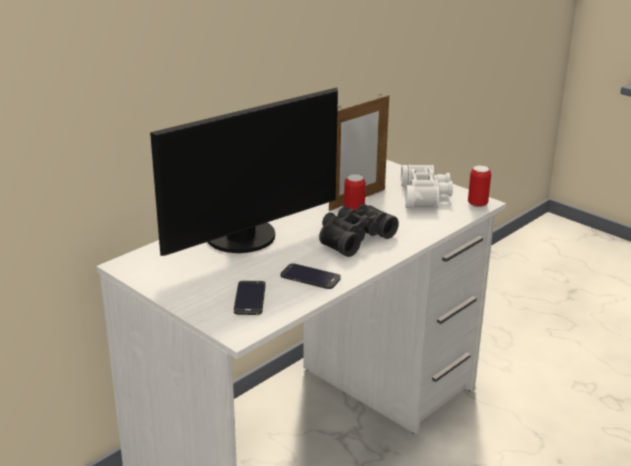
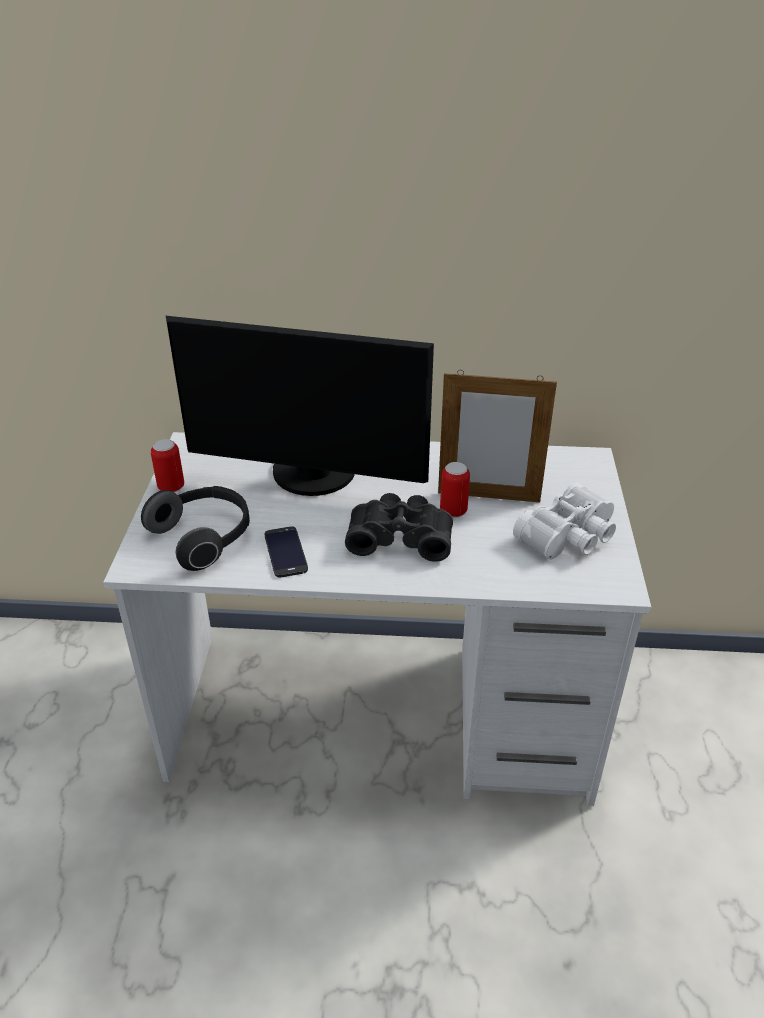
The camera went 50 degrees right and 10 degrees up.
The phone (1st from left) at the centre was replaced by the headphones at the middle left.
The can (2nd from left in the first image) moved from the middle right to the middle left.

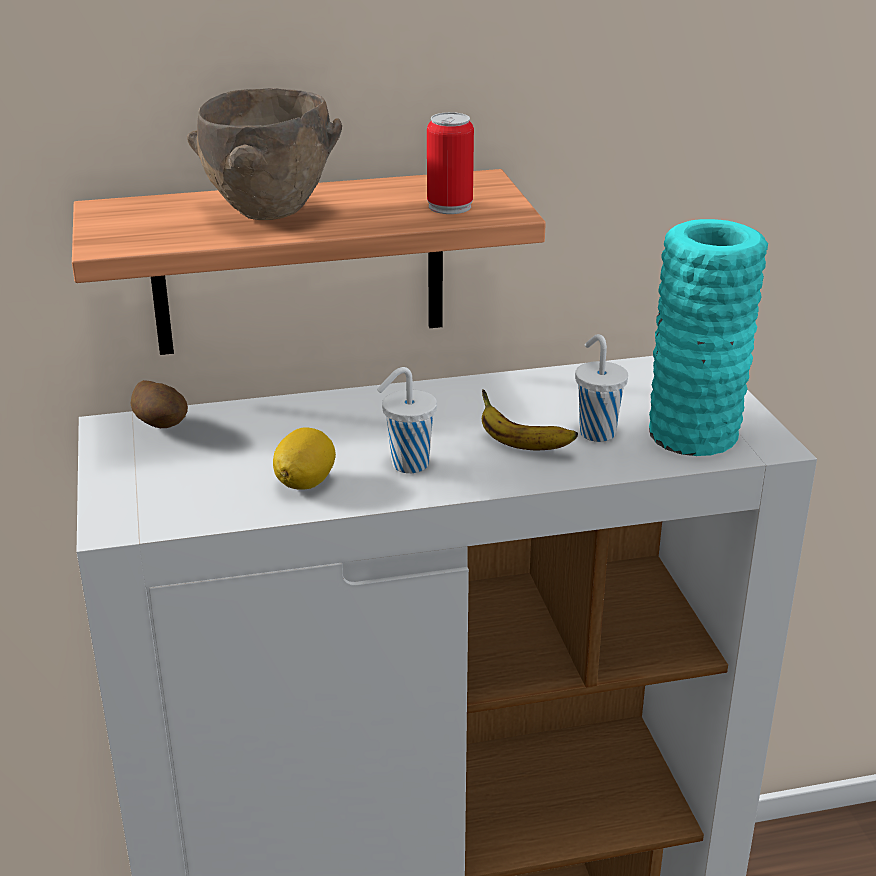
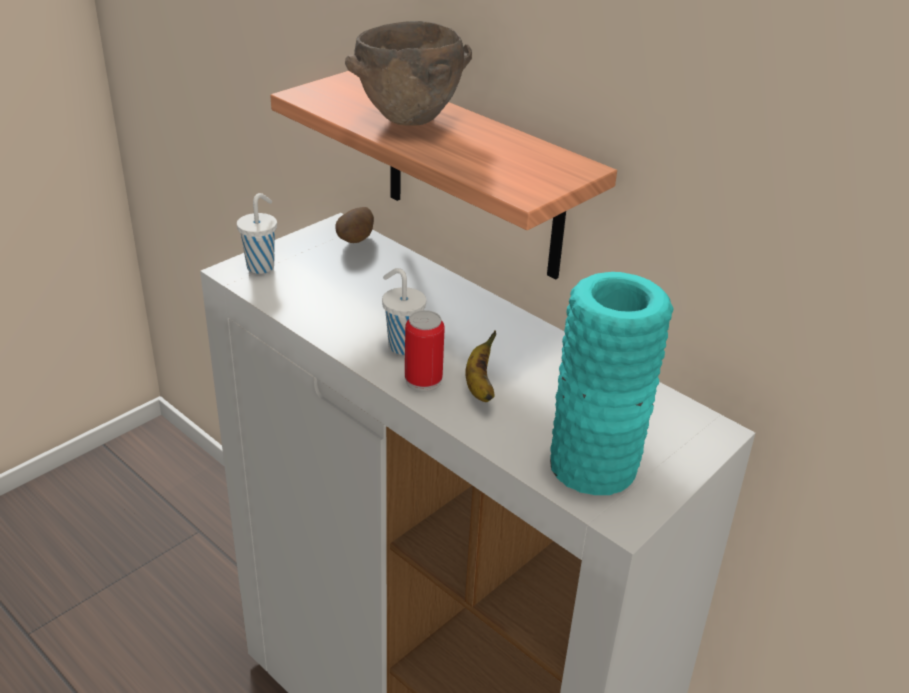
The camera went 55 degrees right and 5 degrees up.
The lemon at the centre disappeared.
The can moved from the top centre to the centre.
The white_cup (2nd from left in the first image) moved from the middle right to the middle left.

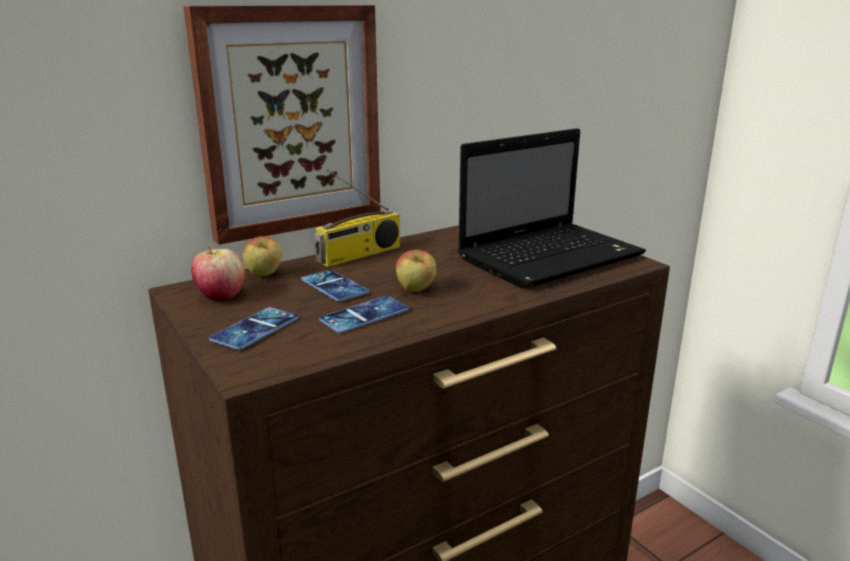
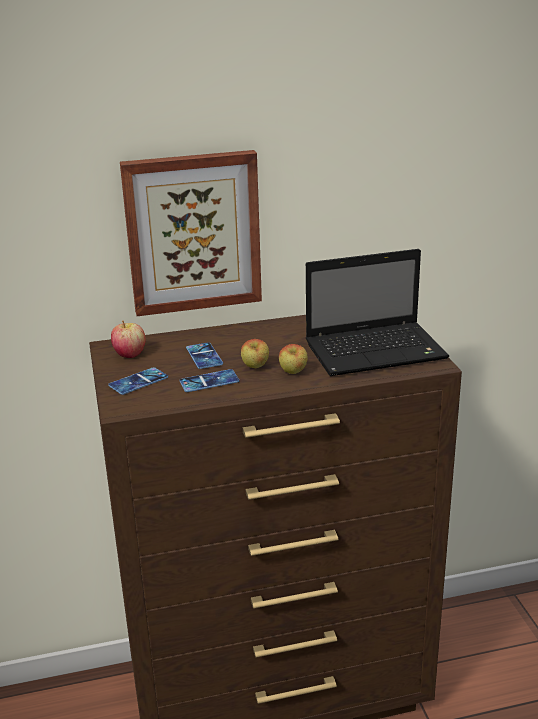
The camera went 20 degrees right and 5 degrees up.
The apple (2nd from left in the first image) moved from the middle left to the centre.
The radio at the centre disappeared.

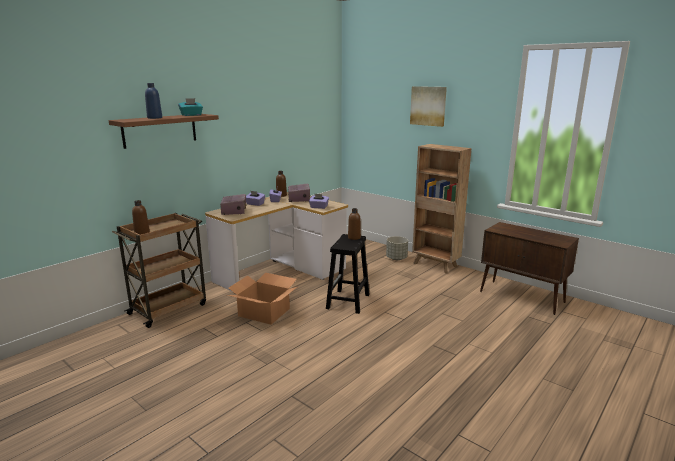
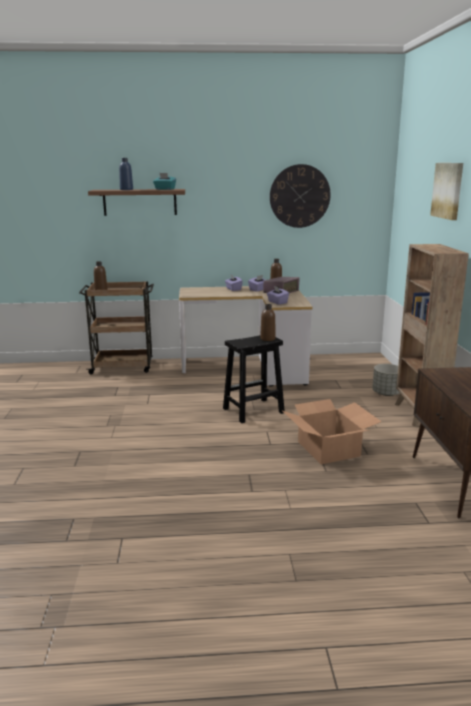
The camera went 45 degrees right and 0 degrees up.
The radio (1st from left) at the centre disappeared.
The cardboard_box moved from the centre to the middle right.
The wall_clock at the top centre appeared.

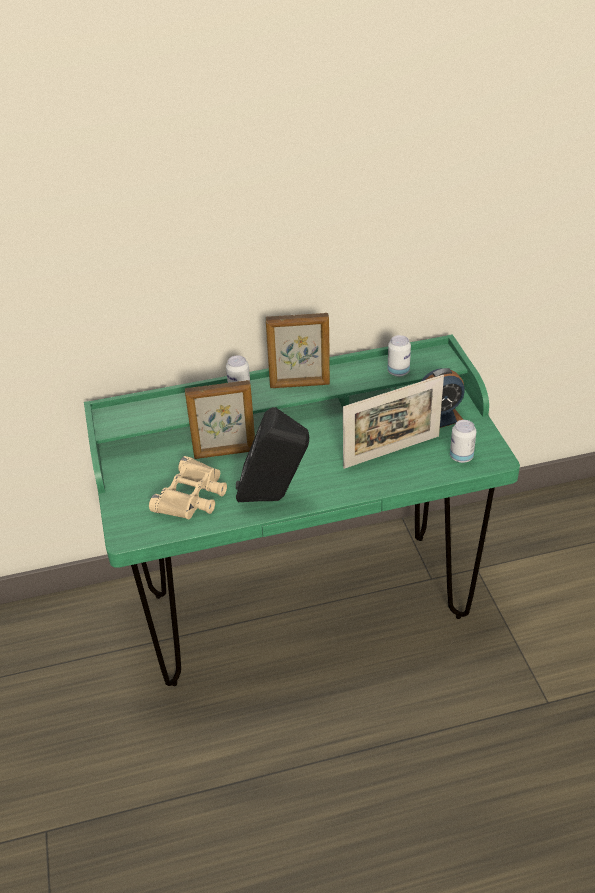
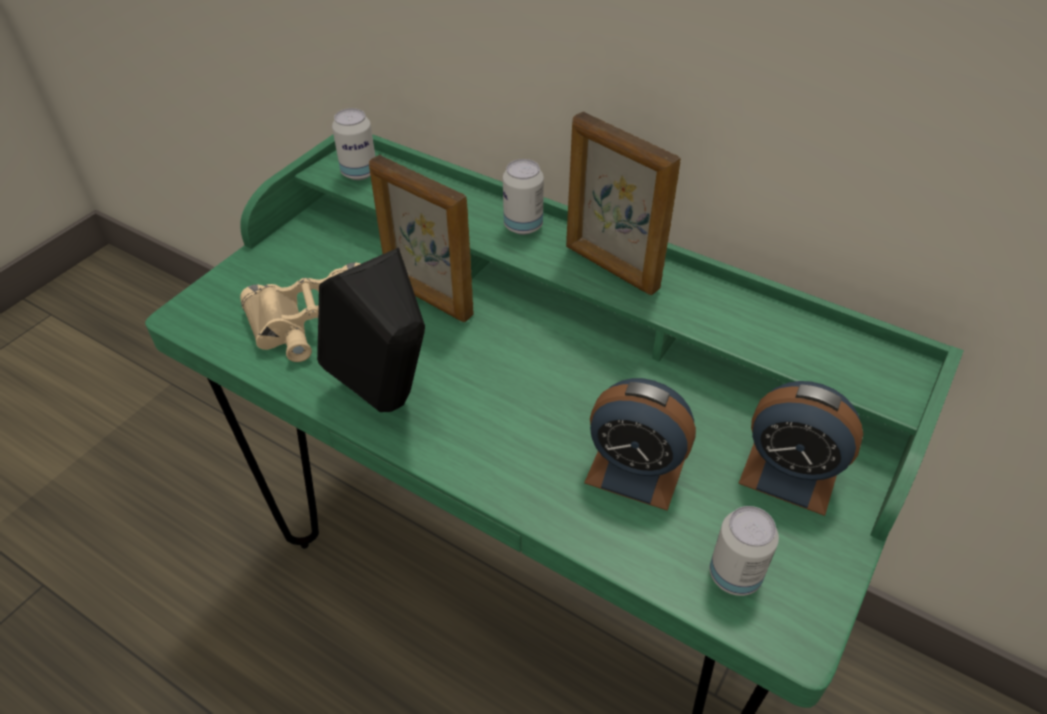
The camera went 45 degrees right and 5 degrees up.
The picture_frame (3rd from left) at the centre was replaced by the alarm_clock (1st from left) at the centre.
The can (2nd from left in the first image) moved from the middle right to the top centre.

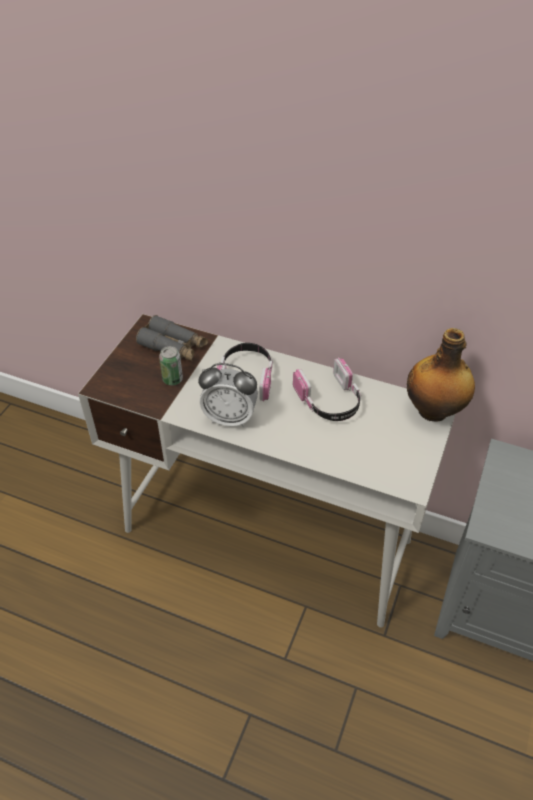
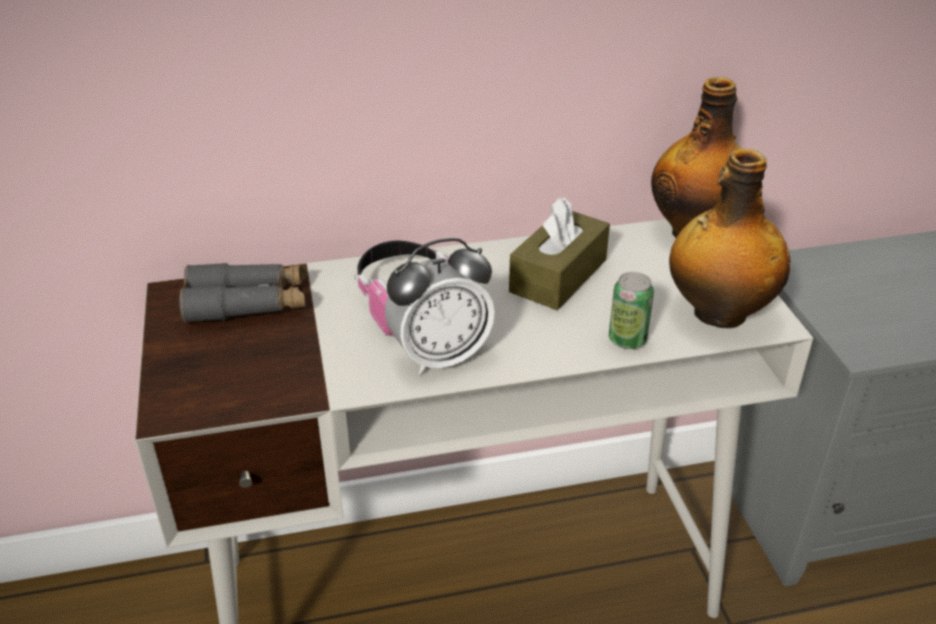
The camera went 35 degrees left and 10 degrees down.
The can moved from the middle left to the middle right.
The headphones (2nd from left) at the centre was replaced by the brown_tissue_box at the centre.
The bottle (2nd from left) at the middle right appeared.

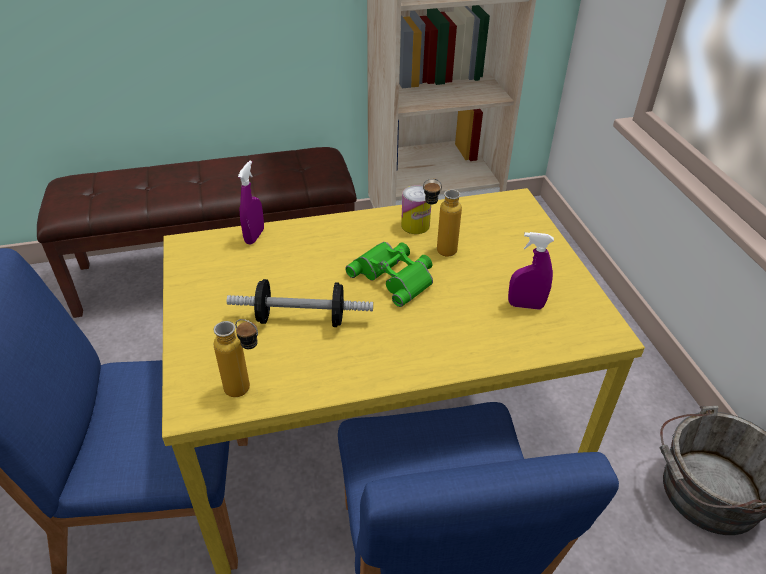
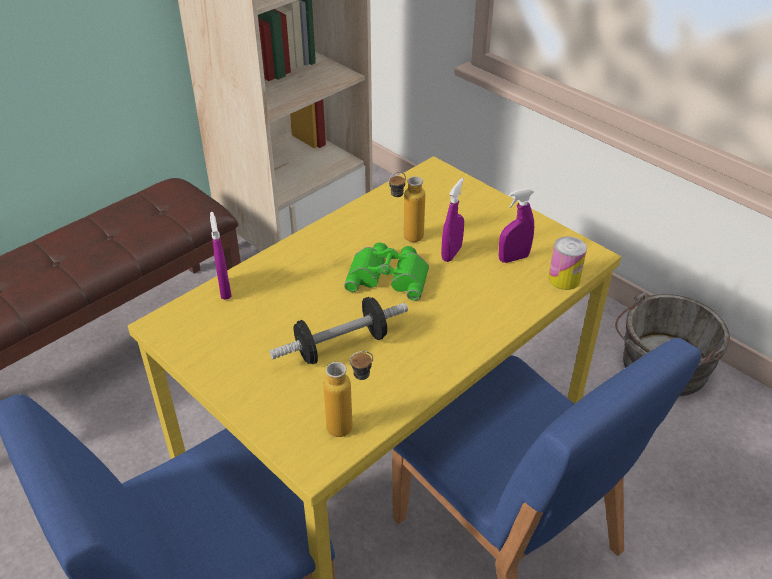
The camera went 30 degrees left and 0 degrees up.
The can moved from the centre to the middle right.
The purple_spray_bottle (2nd from left) at the centre appeared.

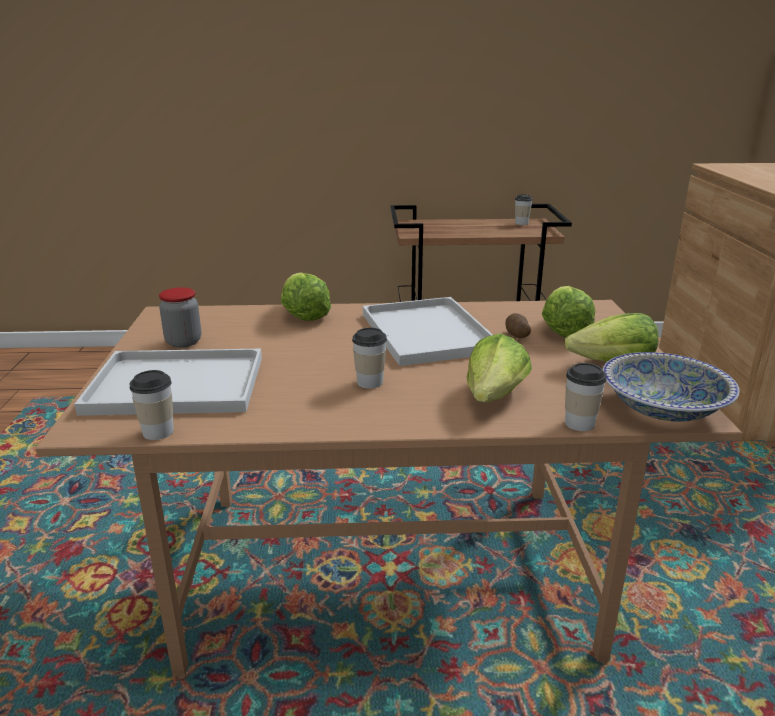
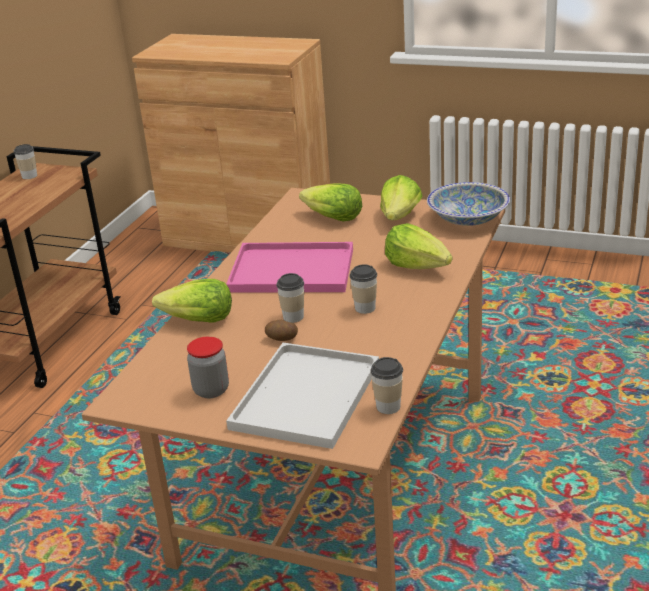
The camera went 65 degrees left and 5 degrees up.
The white_tray (2nd from left) at the centre became the pink_tray at the centre.
The potato moved from the middle right to the centre.
The cup (4th from left in the first image) moved from the middle right to the centre.

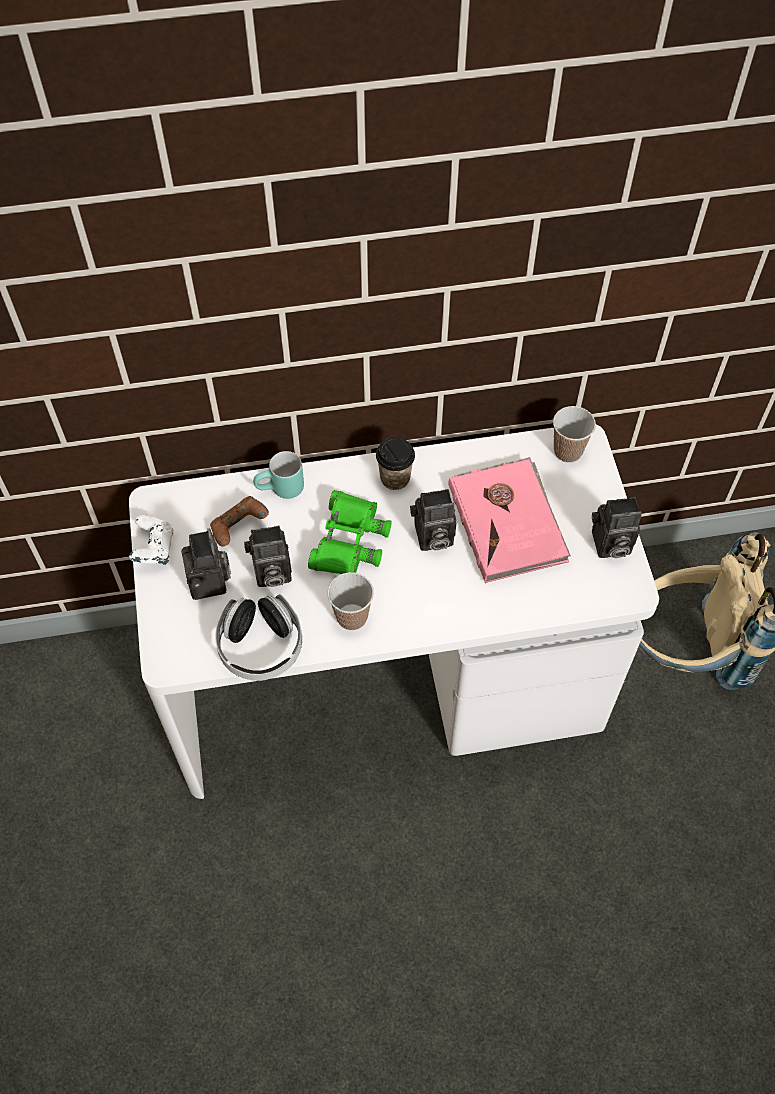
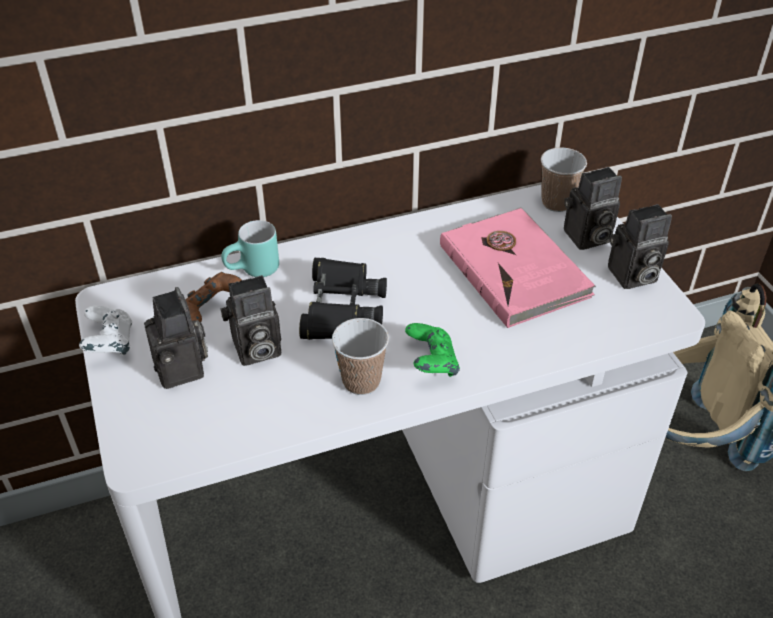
The camera went 10 degrees left and 15 degrees down.
The headphones at the middle left disappeared.
The green_binoculars at the centre became the black_binoculars at the centre.
The cup (2nd from left) at the centre disappeared.
The photo_camera (3rd from left) moved from the centre to the middle right.
The green_game_controller at the centre appeared.

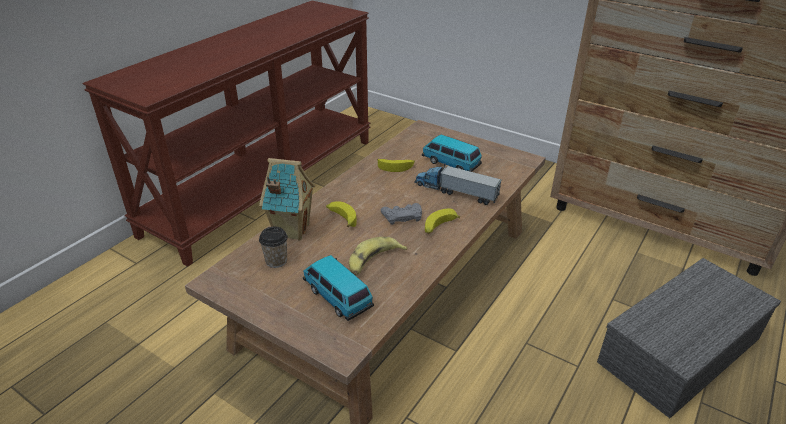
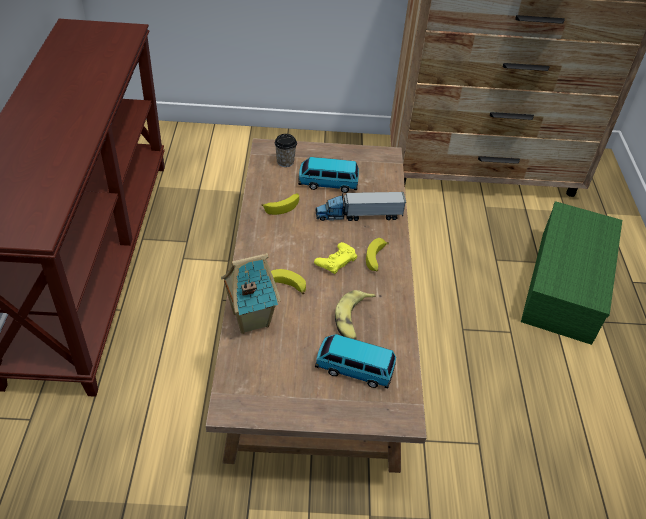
The camera went 35 degrees left and 10 degrees up.
The cup moved from the centre to the top centre.
The grey_game_controller at the centre became the yellow_game_controller at the centre.
The grey_storage_box at the bottom right became the green_storage_box at the middle right.

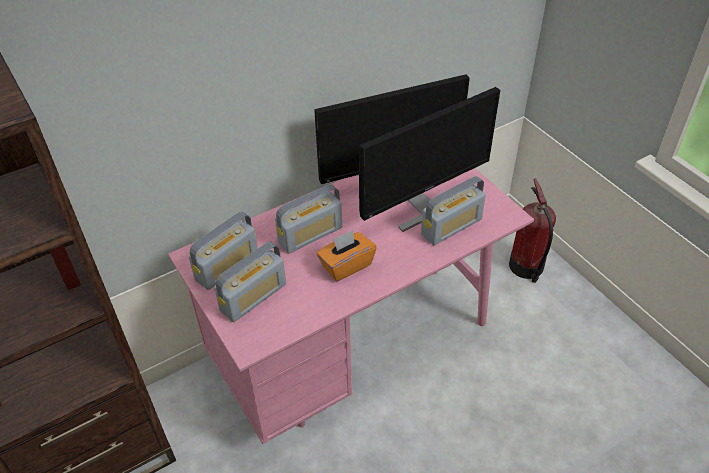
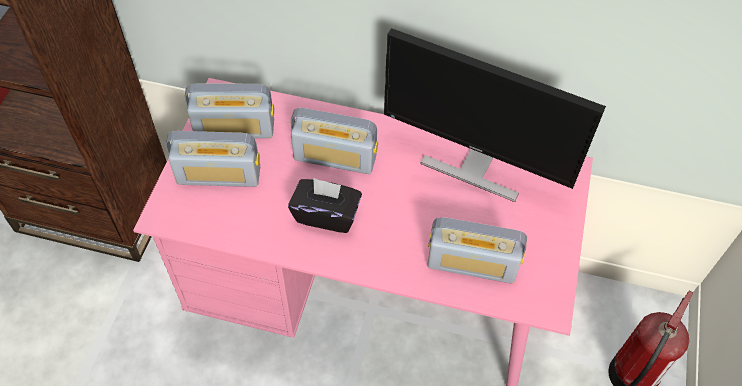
The camera went 45 degrees right and 10 degrees up.
The orange_tissue_box at the centre became the black_tissue_box at the centre.
The monitor (2nd from left) at the centre disappeared.

